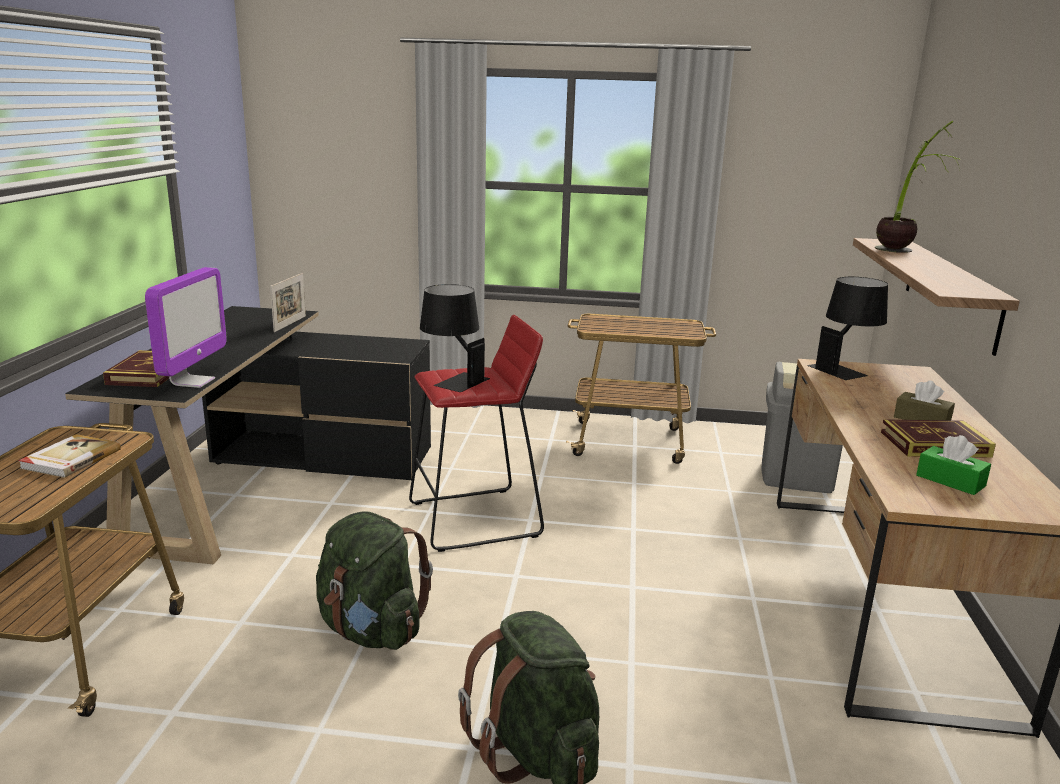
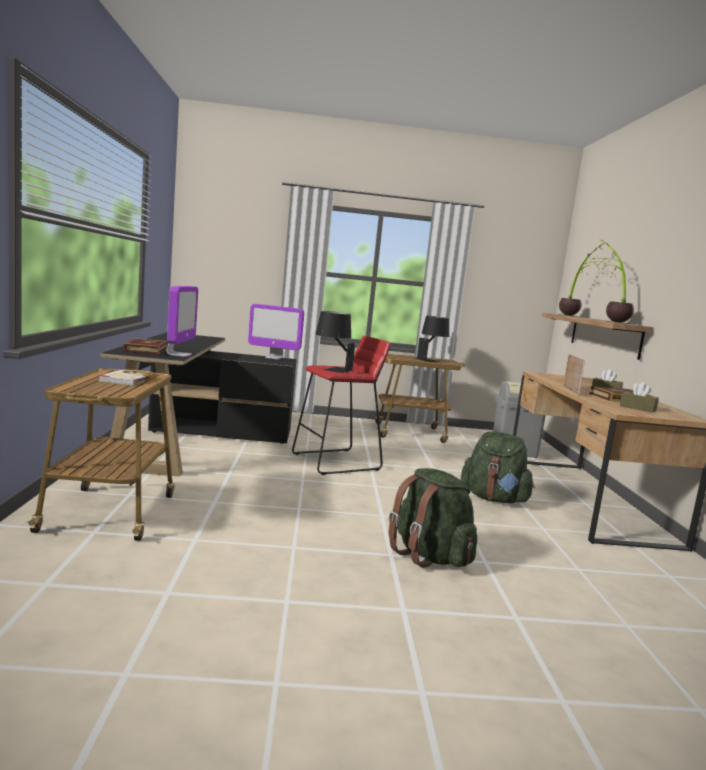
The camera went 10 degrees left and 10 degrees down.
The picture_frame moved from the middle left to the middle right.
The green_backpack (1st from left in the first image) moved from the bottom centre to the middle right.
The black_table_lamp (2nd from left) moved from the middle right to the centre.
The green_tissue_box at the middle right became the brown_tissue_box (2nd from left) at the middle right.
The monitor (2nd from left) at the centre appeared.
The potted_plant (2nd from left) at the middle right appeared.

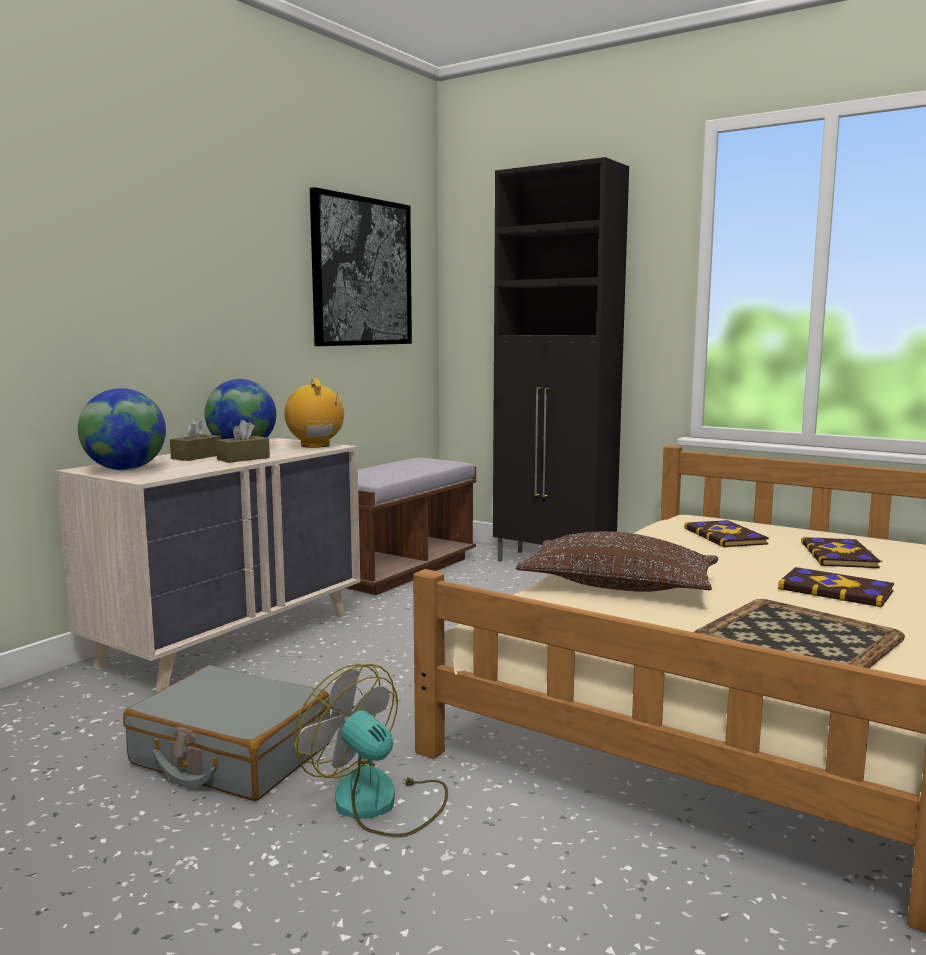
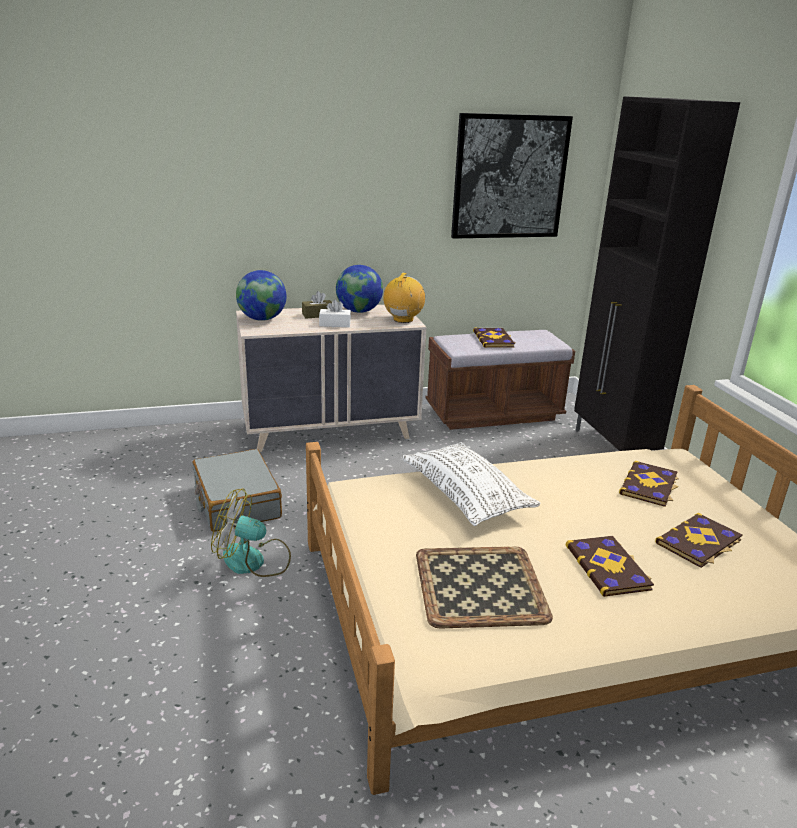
The camera went 40 degrees right and 15 degrees up.
The brown_tissue_box (2nd from left) at the middle left became the white_tissue_box at the centre.
The fan at the bottom centre turned 75 degrees counterclockwise.
The brown_pillow at the centre became the white_pillow at the centre.
The book (1st from left) at the centre appeared.

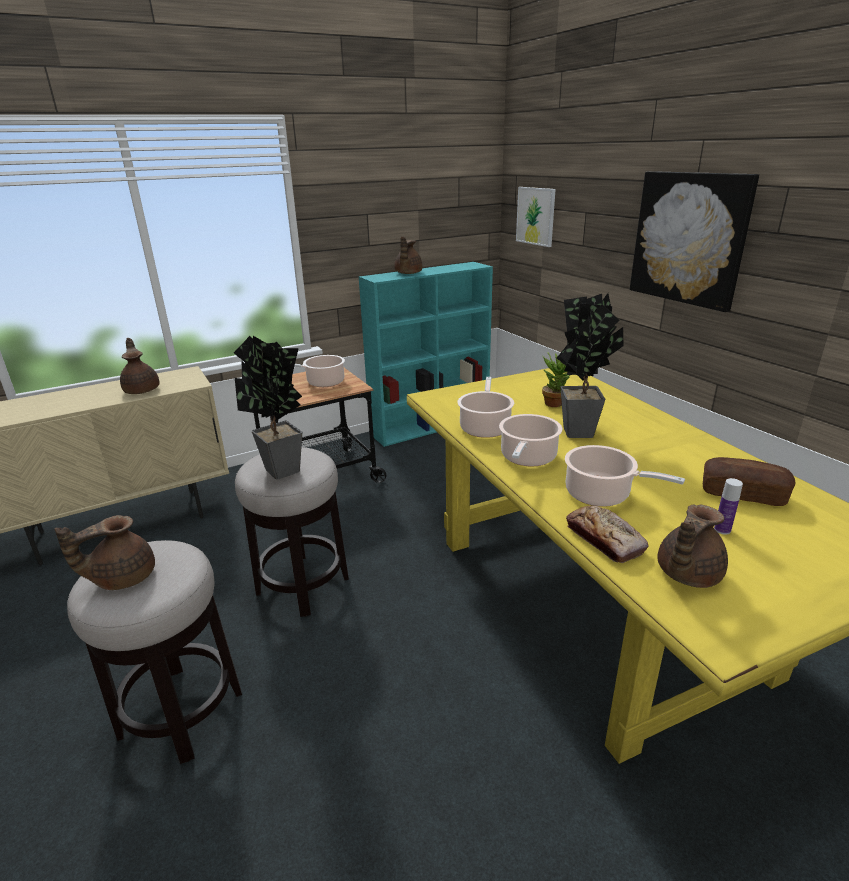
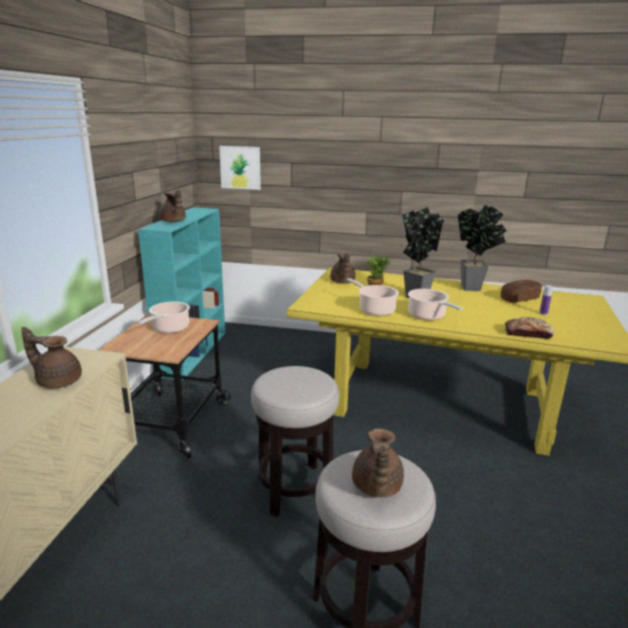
The camera went 50 degrees left and 5 degrees down.
The potted_plant (1st from left in the first image) moved from the middle left to the middle right.
The cooking_pot (4th from left) at the middle right disappeared.
The picture (2nd from left) at the top right disappeared.
The brown_teapot (4th from left in the first image) moved from the middle right to the centre.

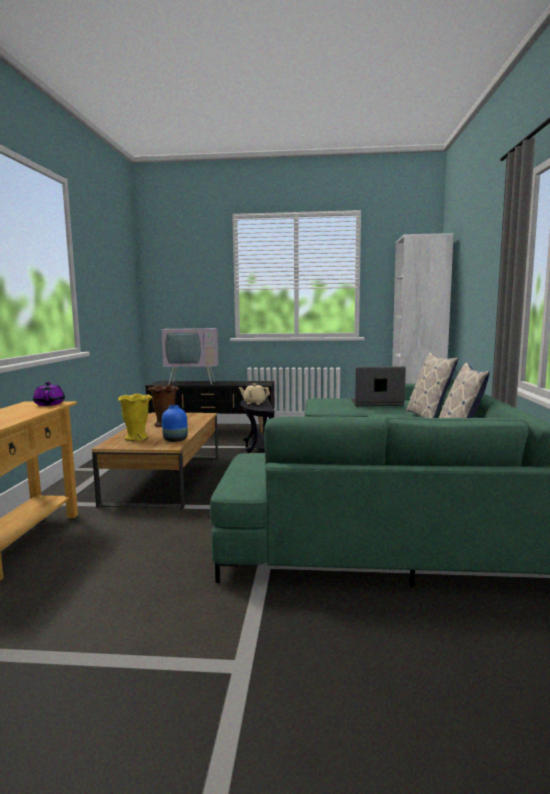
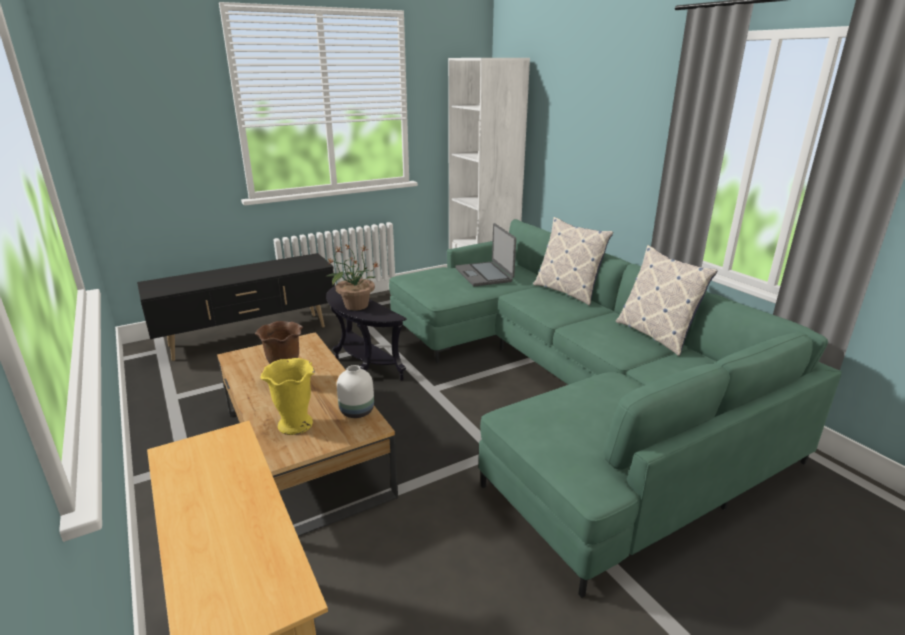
The camera went 35 degrees left and 15 degrees up.
The purple_teapot at the middle left disappeared.
The television at the centre disappeared.
The blue_vase at the middle left became the white_vase at the centre.
The beige_teapot at the centre was replaced by the potted_plant at the centre.
The laptop at the middle right turned 75 degrees counterclockwise.

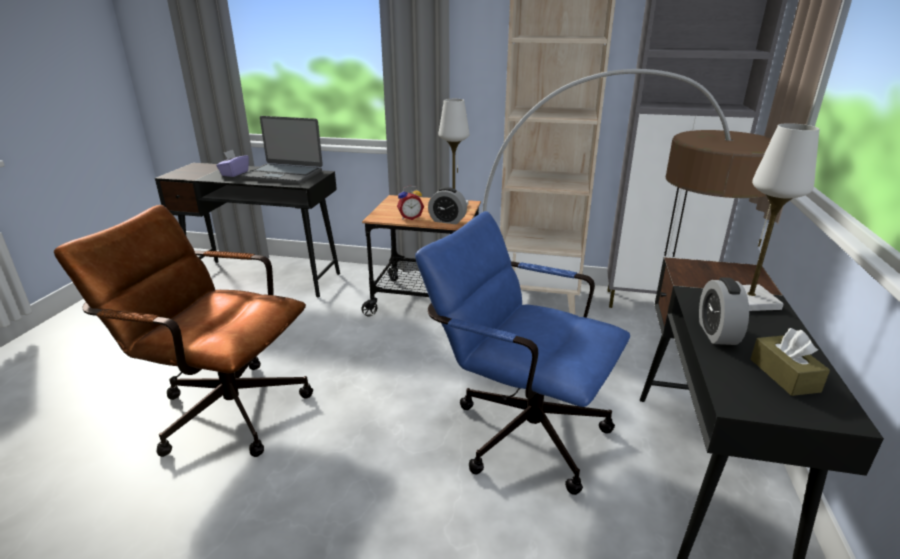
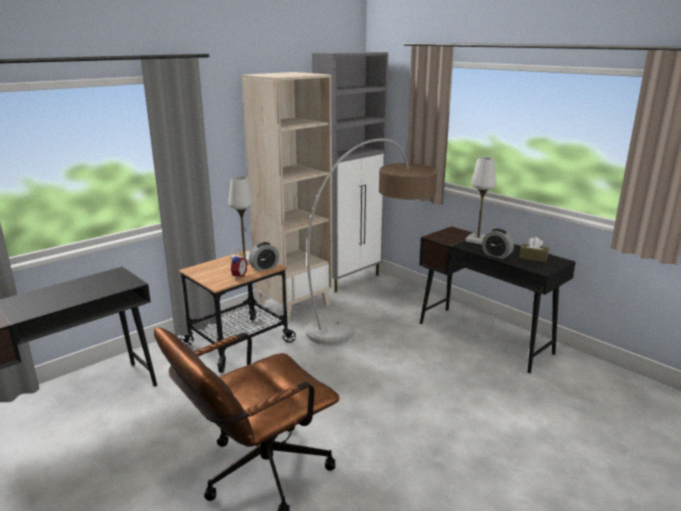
The camera went 55 degrees left and 5 degrees down.
The purple_tissue_box at the top left disappeared.
The laptop at the top left disappeared.
The blue_office_chair at the centre disappeared.

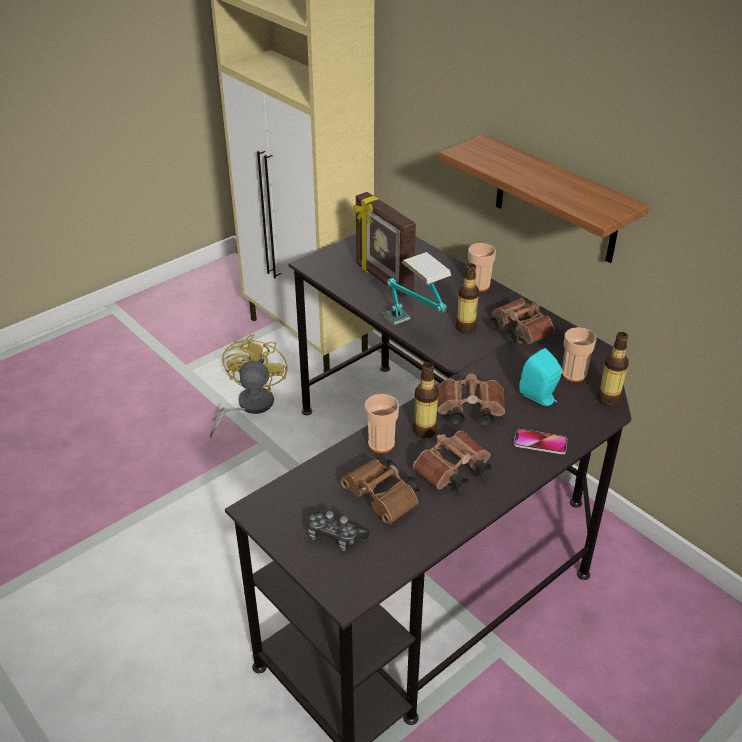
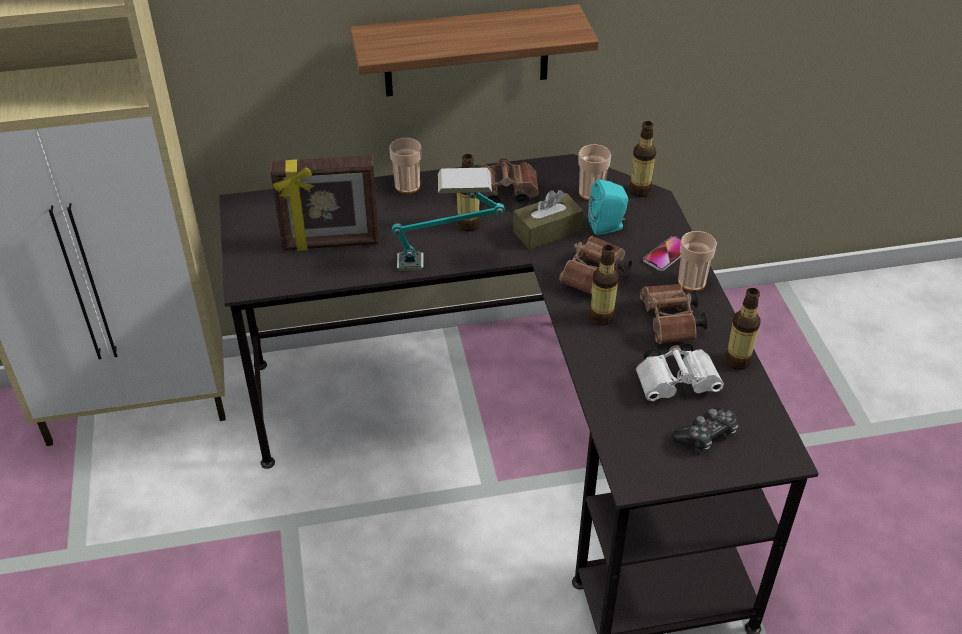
The camera went 60 degrees left and 5 degrees up.
The yellow_fan at the centre disappeared.
The brown_binoculars (1st from left) at the centre became the white_binoculars at the middle right.
The cup (1st from left in the first image) moved from the centre to the middle right.
The brown_tissue_box at the centre appeared.
The bottle (4th from left) at the middle right appeared.

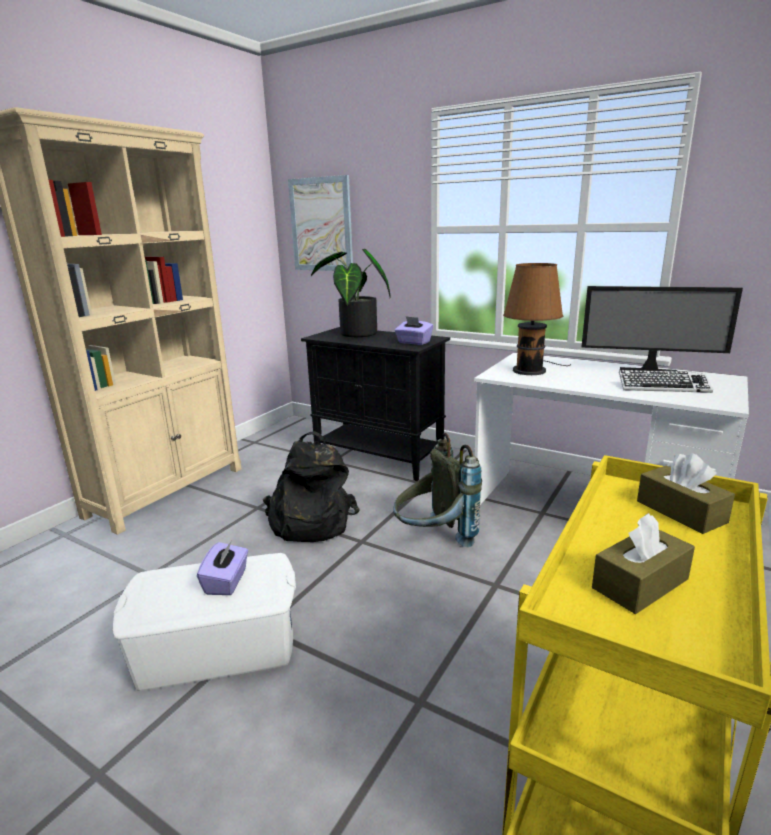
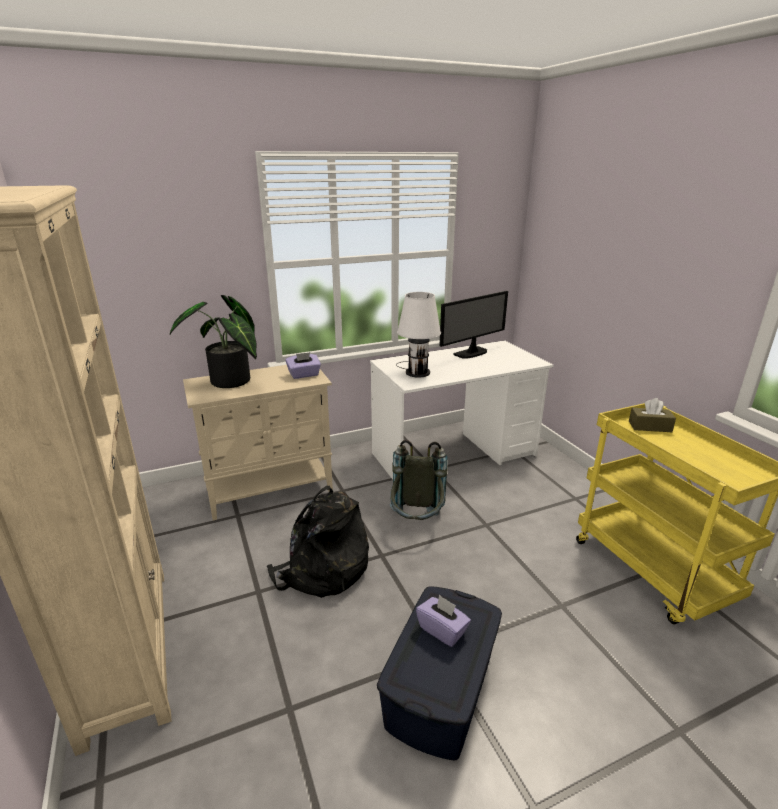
The camera went 55 degrees left and 5 degrees up.
The white_storage_box at the bottom left became the blue_storage_box at the bottom centre.
The picture at the top centre disappeared.
The black_cabinet at the centre became the beige_cabinet at the middle left.
The brown_table_lamp at the middle right became the white_table_lamp at the centre.
The brown_tissue_box (1st from left) at the bottom right disappeared.
The keyboard at the middle right disappeared.

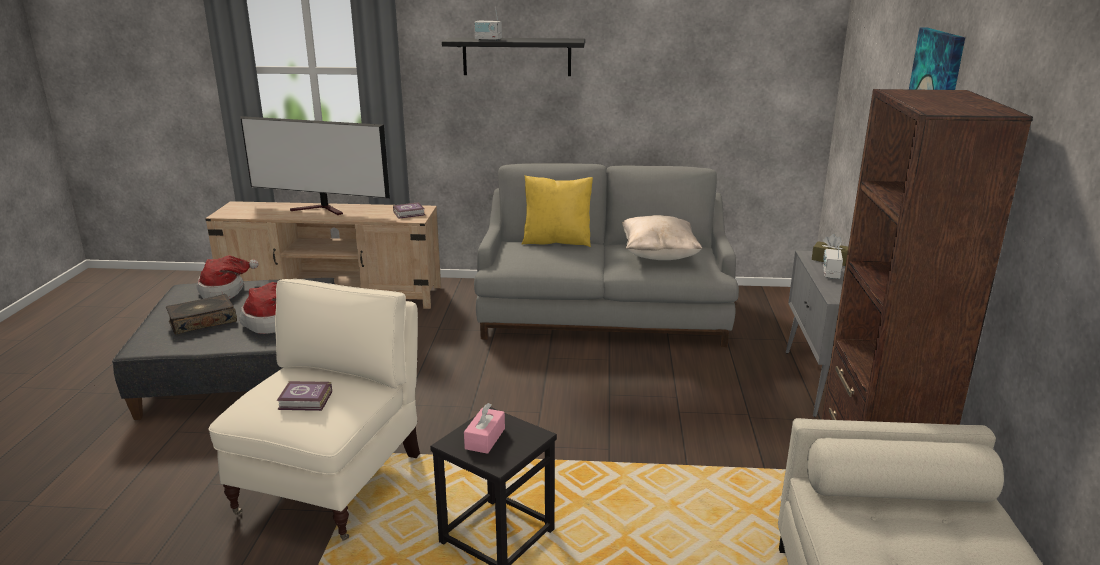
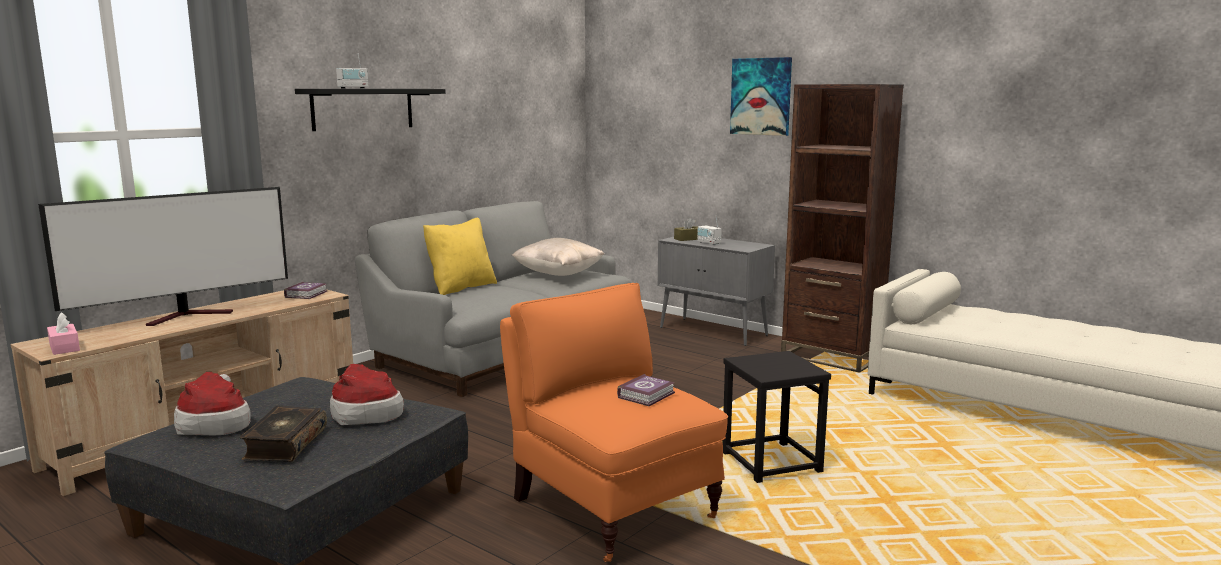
The camera went 55 degrees left and 10 degrees down.
The beige_armchair at the bottom left became the orange_armchair at the bottom centre.
The pink_tissue_box moved from the bottom centre to the middle left.

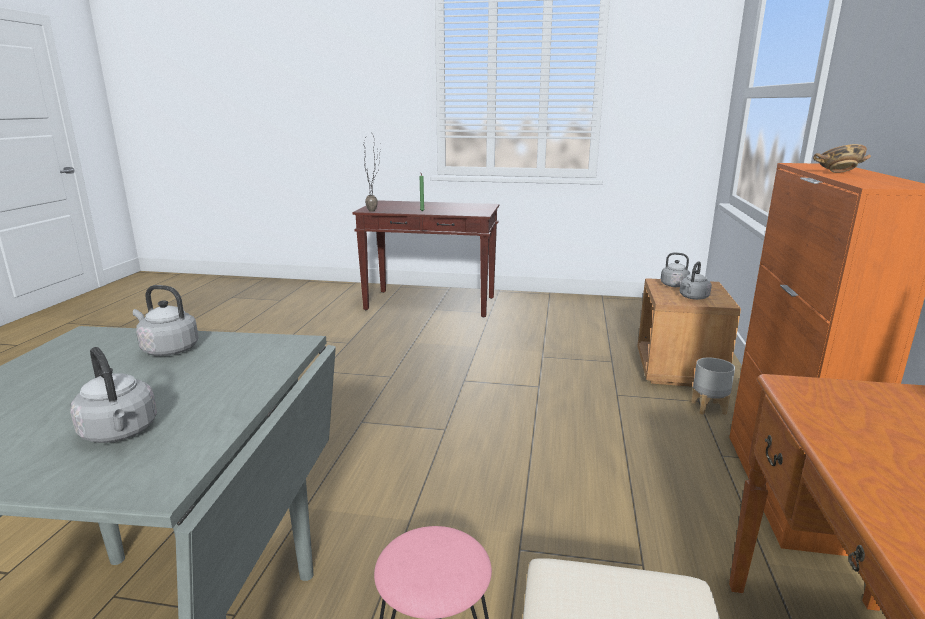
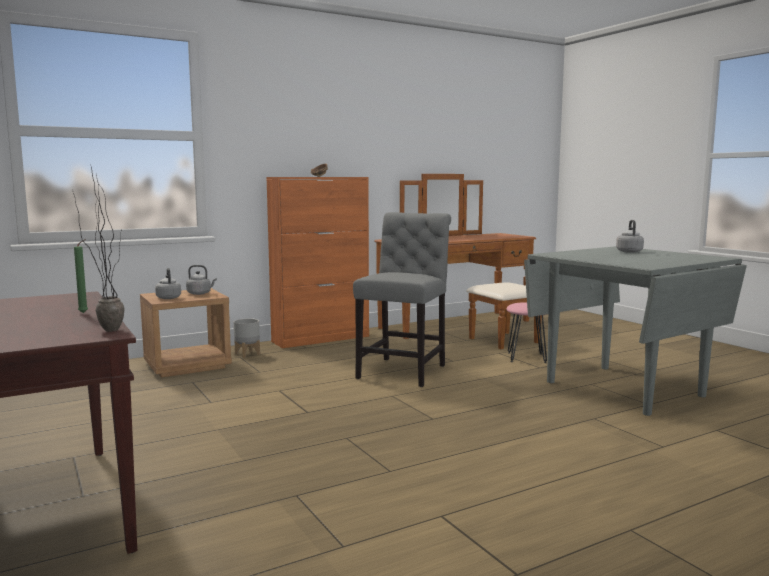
The camera went 130 degrees left and 10 degrees down.
The grey_kettle (2nd from left) at the middle left disappeared.
The grey_chair at the centre appeared.

